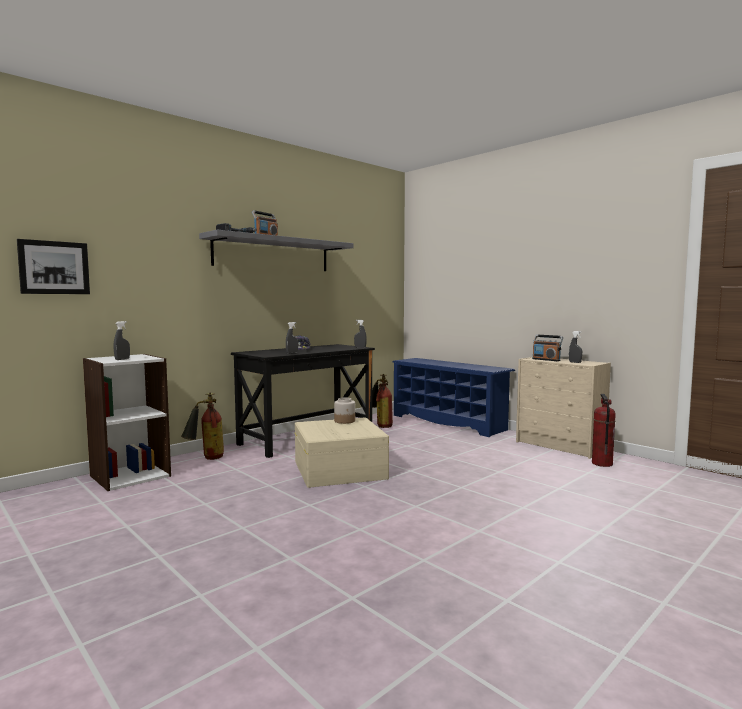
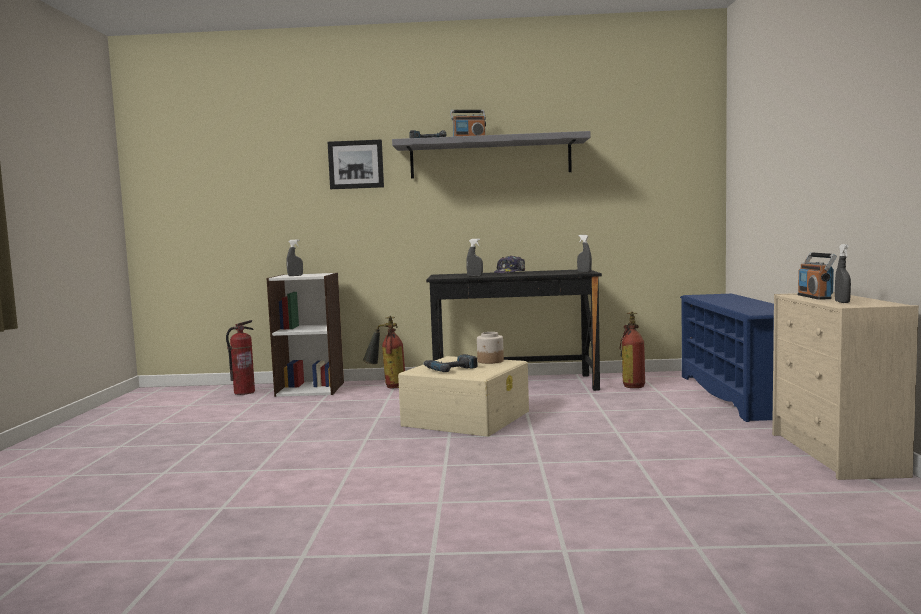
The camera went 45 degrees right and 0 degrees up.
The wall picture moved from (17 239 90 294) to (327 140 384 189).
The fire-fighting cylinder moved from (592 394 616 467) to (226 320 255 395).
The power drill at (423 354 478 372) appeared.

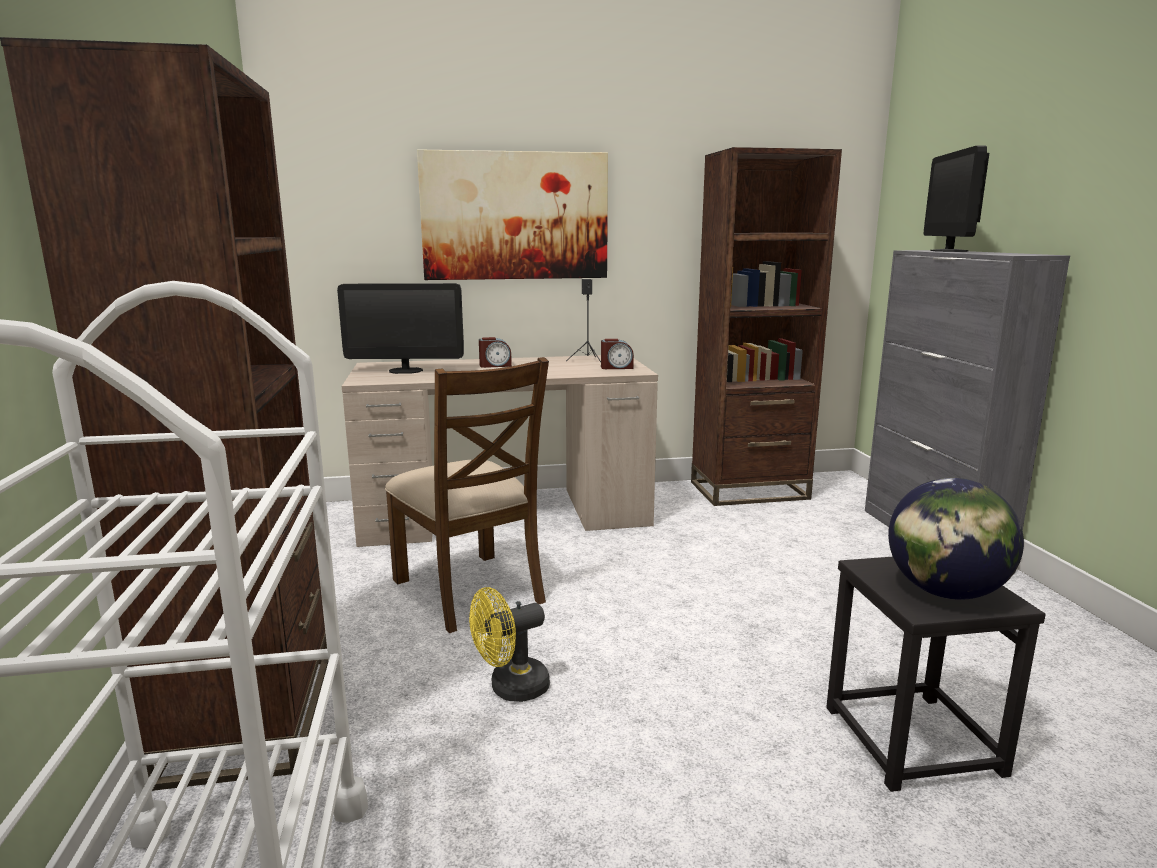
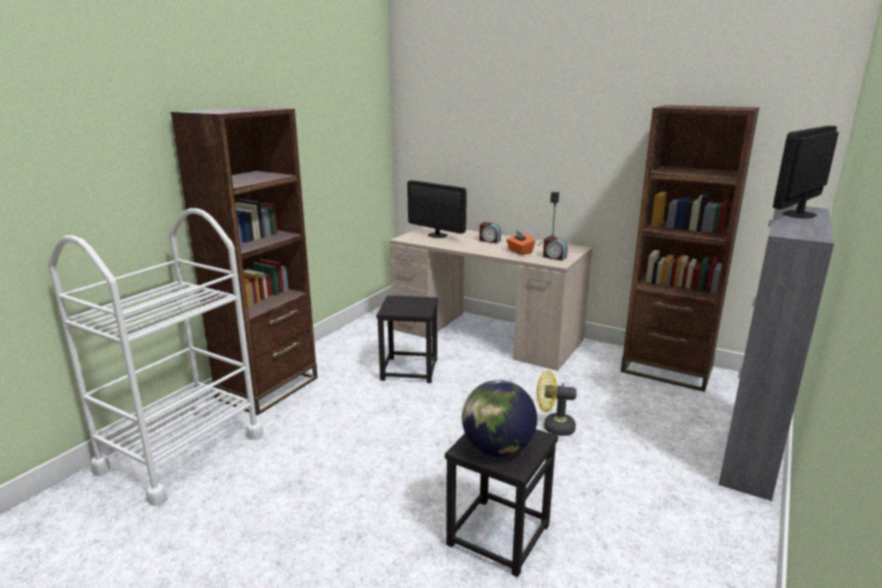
The camera went 40 degrees right and 5 degrees up.
The wall picture at (417 149 608 280) disappeared.
The plain chair (brown-coloured) at (385 357 549 633) was replaced by the sitting stool (black) at (376 296 438 383).
The cooling fan (yellowish) moved from (469 587 550 702) to (537 371 577 436).
The tissue holder (orange-coloured) at (506 231 535 255) appeared.

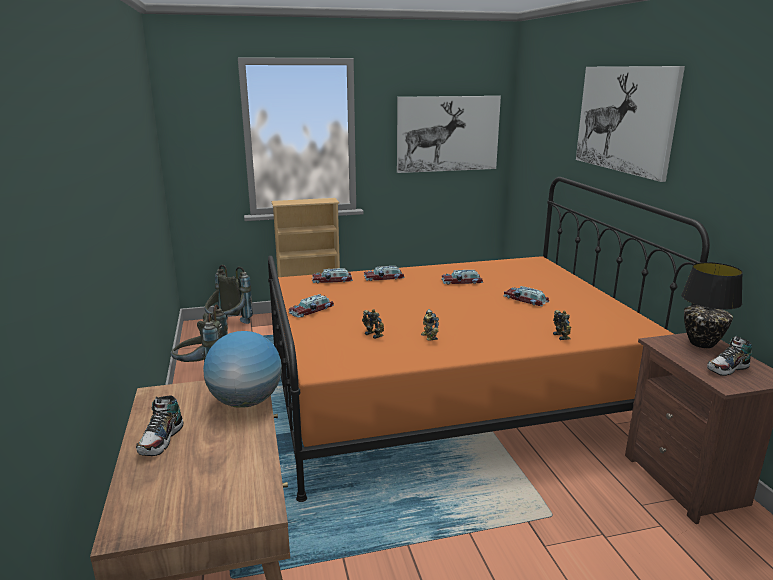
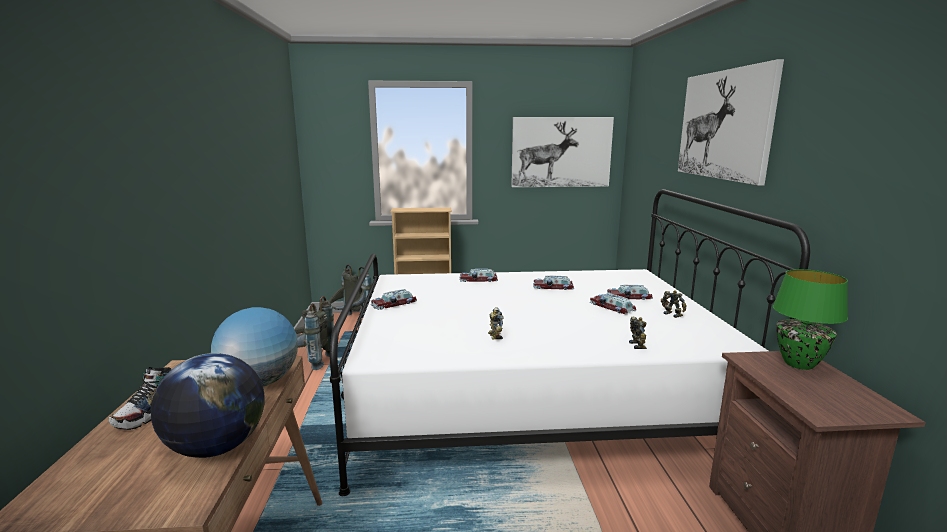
The camera went 10 degrees right and 5 degrees down.
The sleeping bed (orange-coloured) at (268 177 710 502) became the sleeping bed (whitish) at (330 189 810 496).
The table lamp (black) at (681 262 743 348) became the table lamp (greenish) at (773 269 848 370).
The toy car moved from (312 268 353 283) to (607 285 653 300).
The model robot moved from (362 309 384 339) to (661 290 687 318).
The shoe at (707 336 752 376) disappeared.
The globe at (151 353 265 458) appeared.

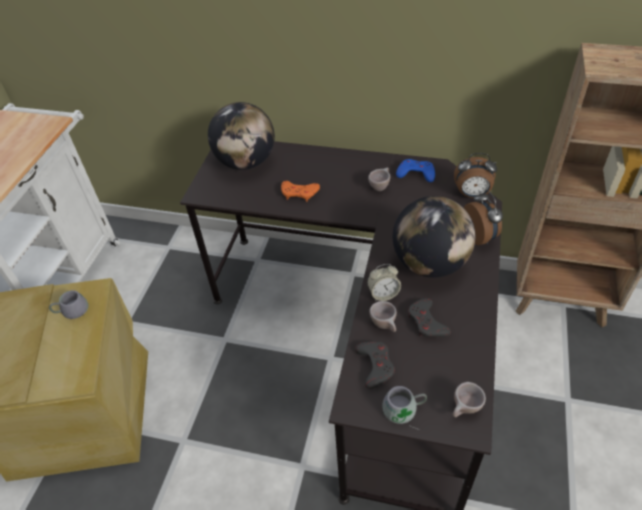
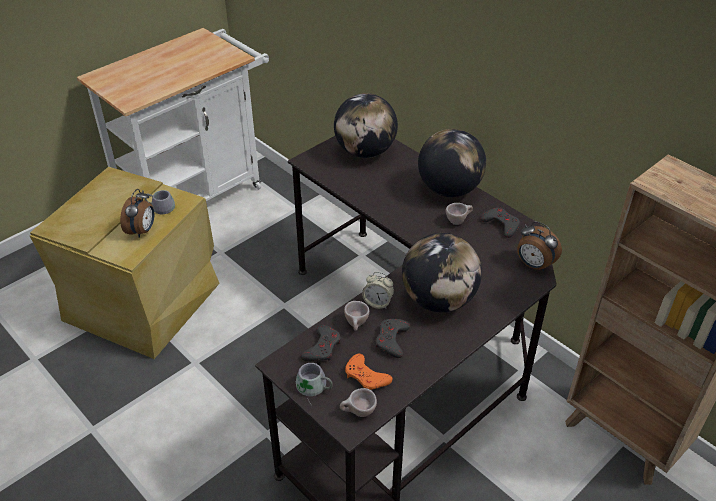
The camera went 30 degrees right and 5 degrees down.
The game controller (bluish) at (396 159 435 182) became the game controller (greyish) at (480 208 520 238).
The game controller (orange-coloured) moved from (281 181 320 202) to (345 354 392 390).
The alarm clock moved from (464 190 503 245) to (120 189 154 238).
The globe at (418 129 486 197) appeared.

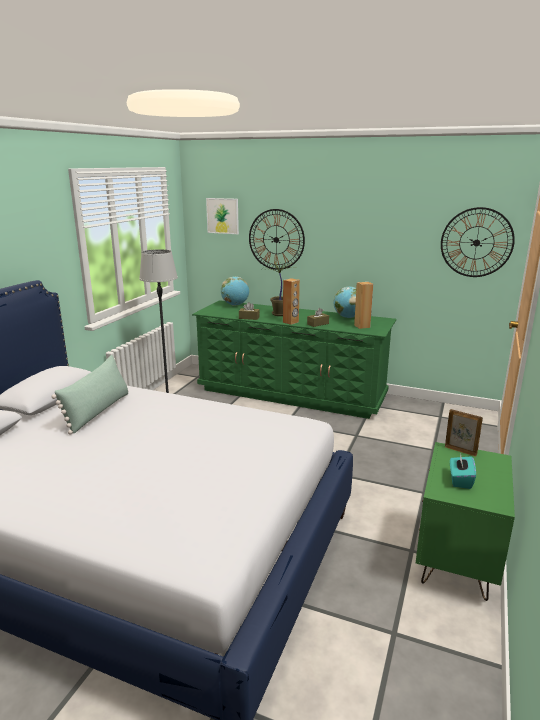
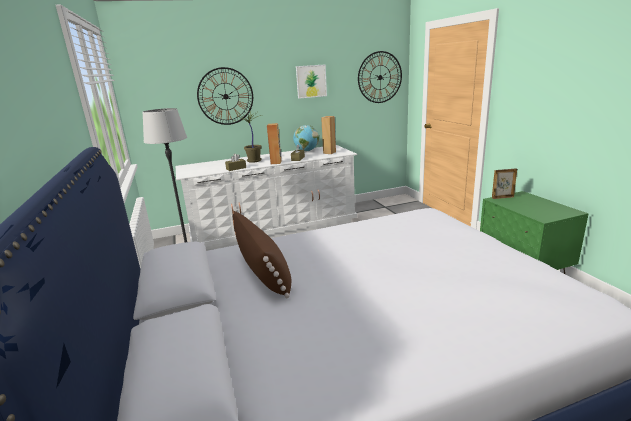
The camera went 40 degrees left and 0 degrees up.
The wall picture moved from (206 198 239 234) to (296 64 327 99).
The globe at (221 276 249 306) disappeared.
The dresser (greenish) at (192 300 396 419) became the dresser (whitish) at (176 145 357 251).
The cushion (greenish) at (51 355 129 435) became the cushion (brown-coloured) at (232 211 291 298).
The tissue holder (turquoise) at (450 453 476 489) disappeared.

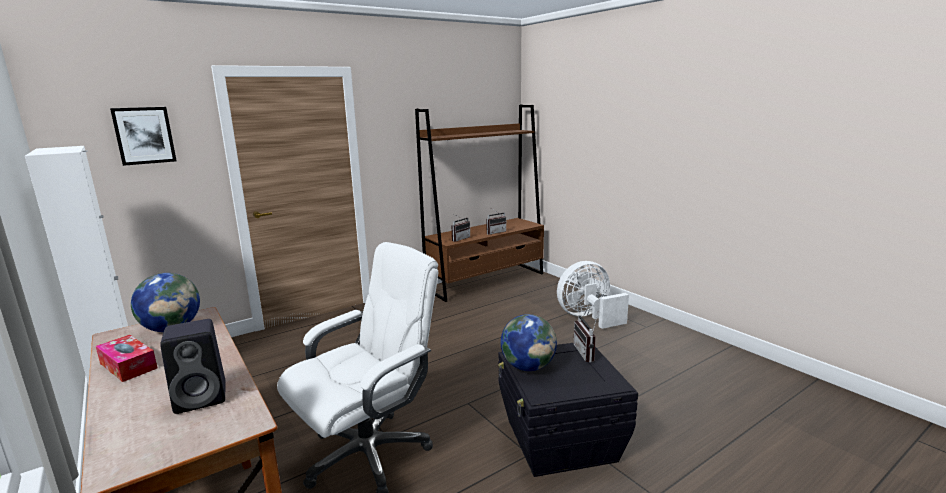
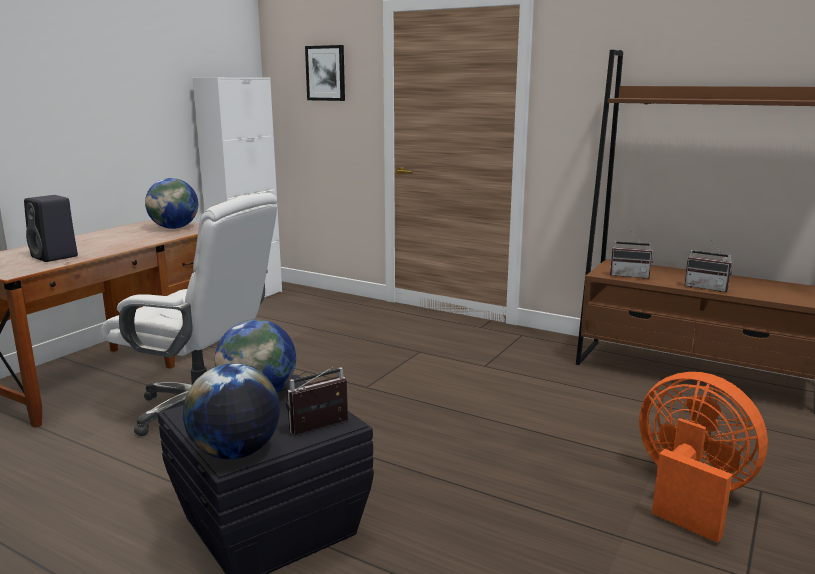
The camera went 65 degrees right and 0 degrees up.
The cooling fan (whitish) at (557 261 629 329) became the cooling fan (orange-coloured) at (639 372 768 543).
The tissue holder at (96 335 157 382) disappeared.
The globe at (183 363 280 459) appeared.

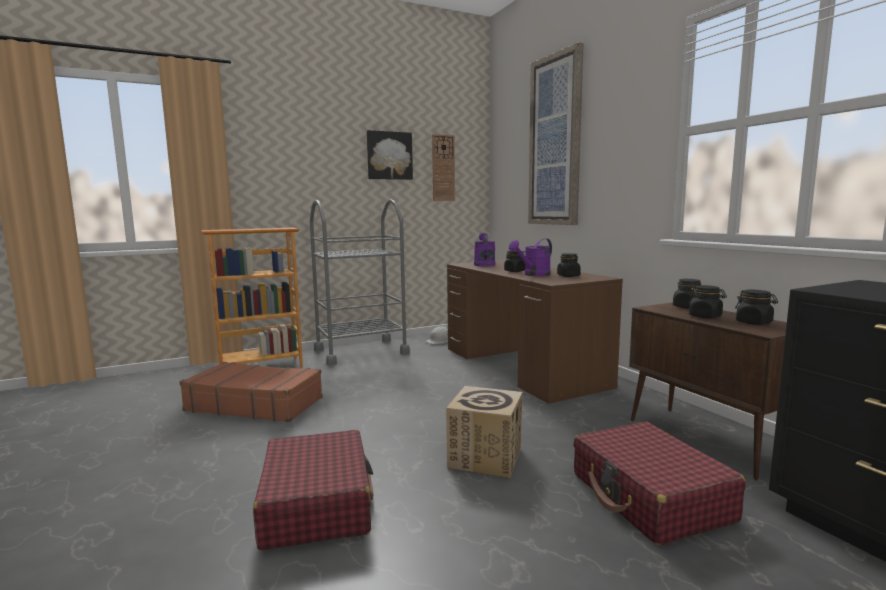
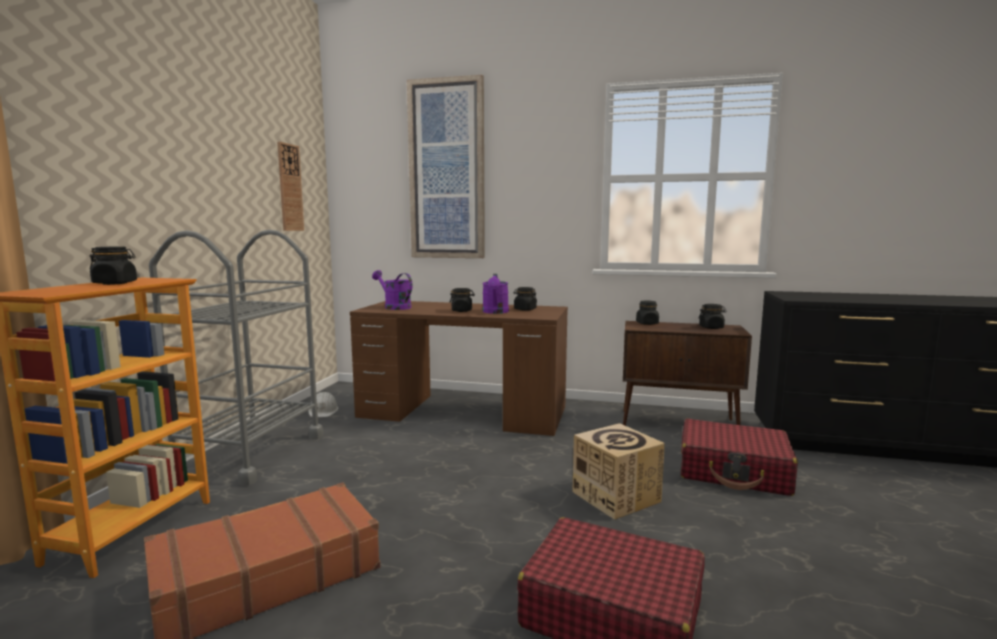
The camera went 50 degrees left and 0 degrees up.
The wall picture at (367 130 413 180) disappeared.
The preserve jar (black) moved from (688 285 727 318) to (90 247 137 285).

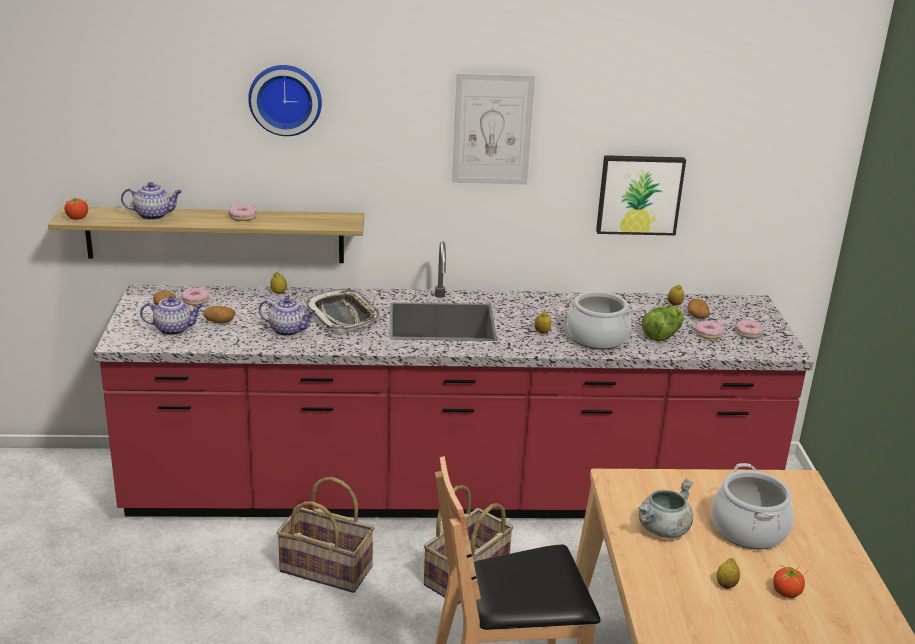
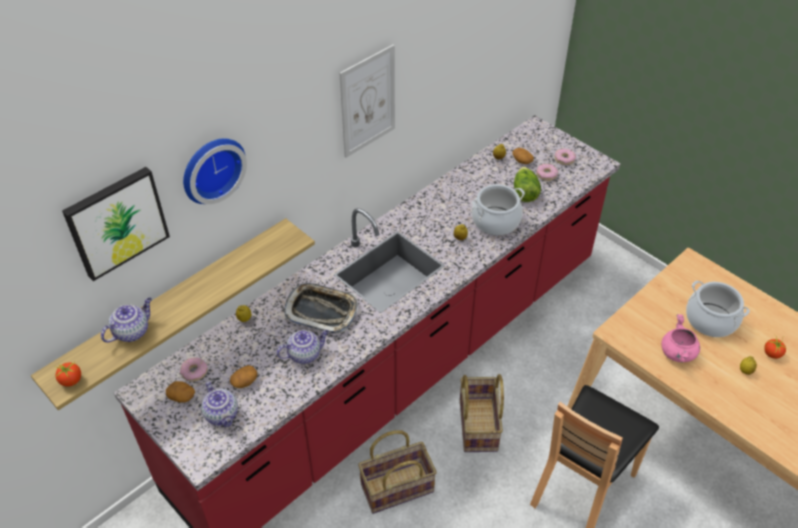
The camera went 40 degrees left and 20 degrees up.
The wall picture moved from (596 155 686 236) to (62 167 170 281).
The ring doughnut at (228 204 257 221) disappeared.
The tea pot at (140 296 203 335) turned 105 degrees clockwise.
The saucepot (greyish) at (638 479 693 538) became the saucepot (pink-coloured) at (661 314 700 362).

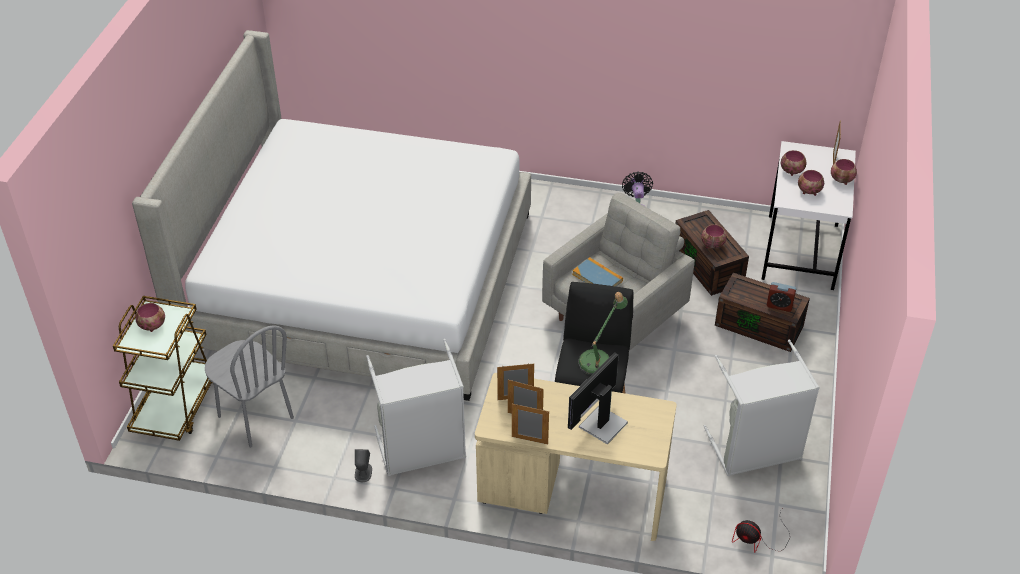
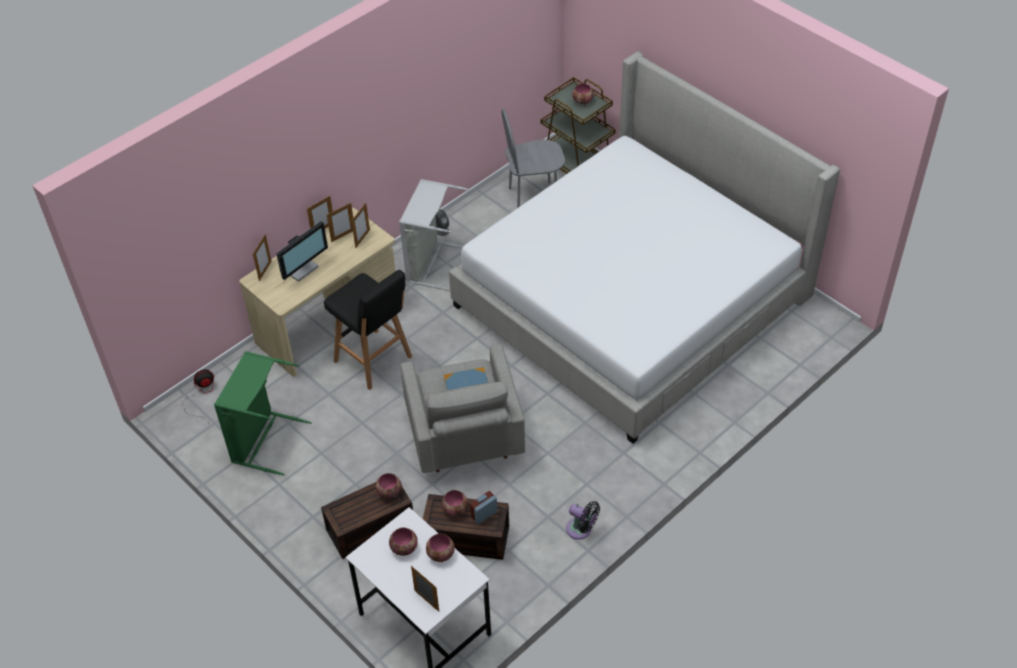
The camera went 125 degrees right and 5 degrees up.
The bowl moved from (831 159 857 185) to (375 473 402 500).
The alarm clock moved from (767 282 796 312) to (470 491 497 524).
The table lamp at (578 292 628 375) disappeared.
The hamper (greyish) at (703 340 820 476) became the hamper (greenish) at (214 351 312 476).
The computer display at (568 352 628 445) turned 60 degrees clockwise.
The standing frame at (253 234 271 281) appeared.

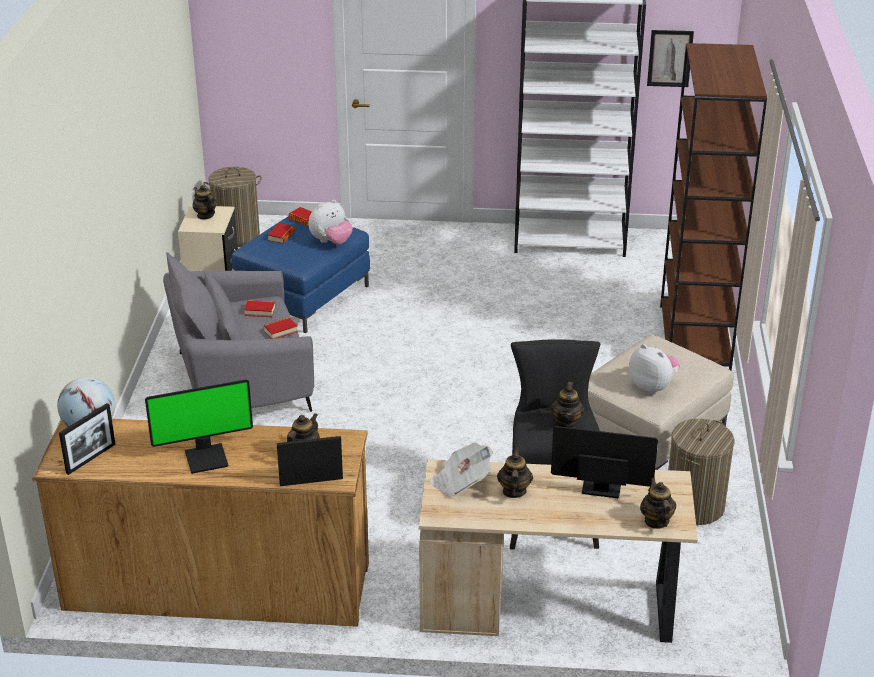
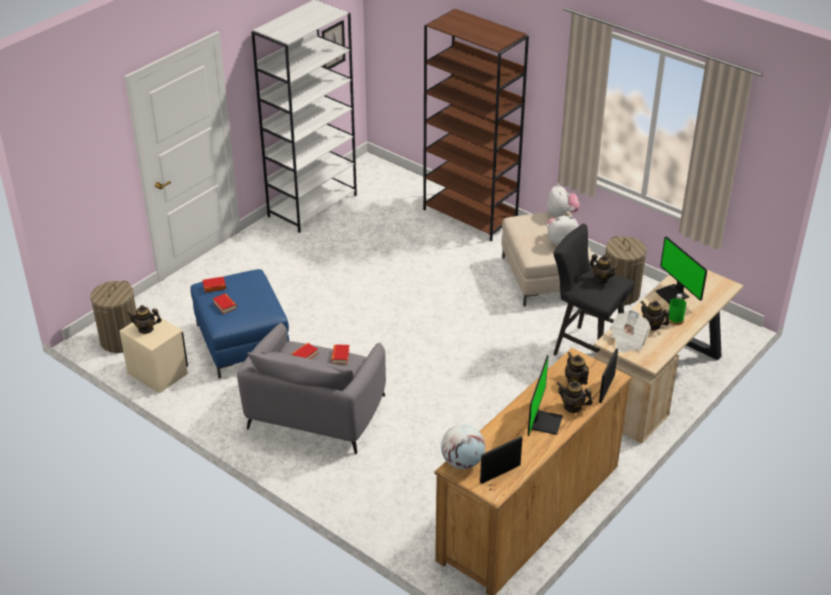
The camera went 55 degrees left and 5 degrees up.
The plush toy moved from (309 200 353 244) to (547 184 579 218).
The standing frame at (59 403 116 475) turned 105 degrees counterclockwise.
The computer display at (551 426 658 498) turned 75 degrees counterclockwise.
The tea pot moved from (640 478 676 529) to (557 380 593 413).
The drink bottle (greenish) at (669 294 686 325) appeared.

